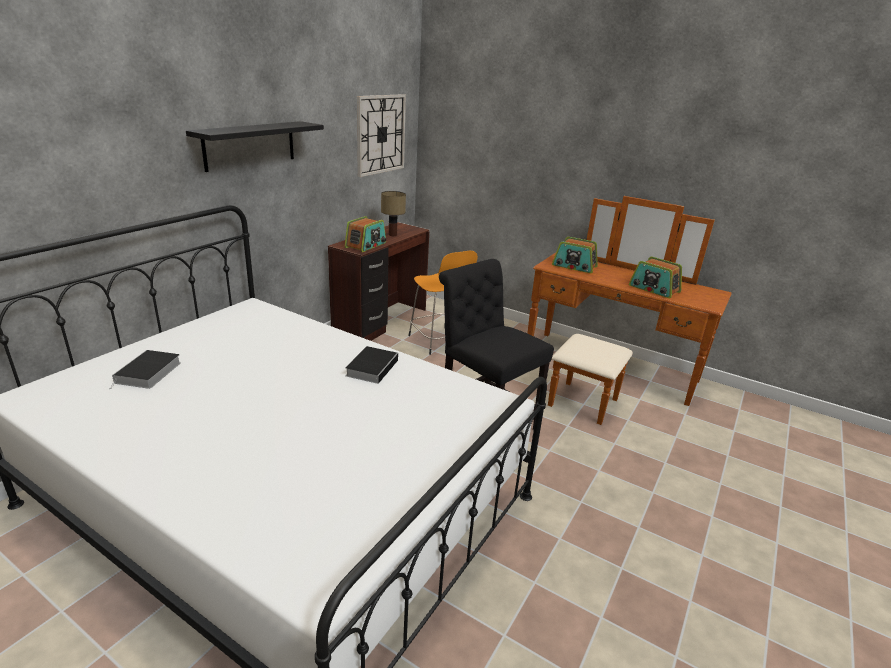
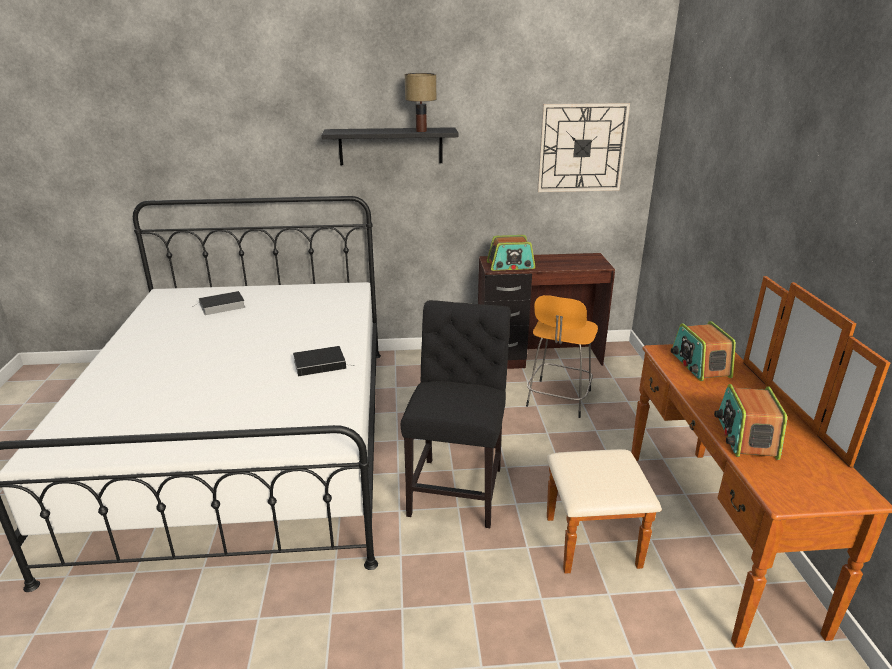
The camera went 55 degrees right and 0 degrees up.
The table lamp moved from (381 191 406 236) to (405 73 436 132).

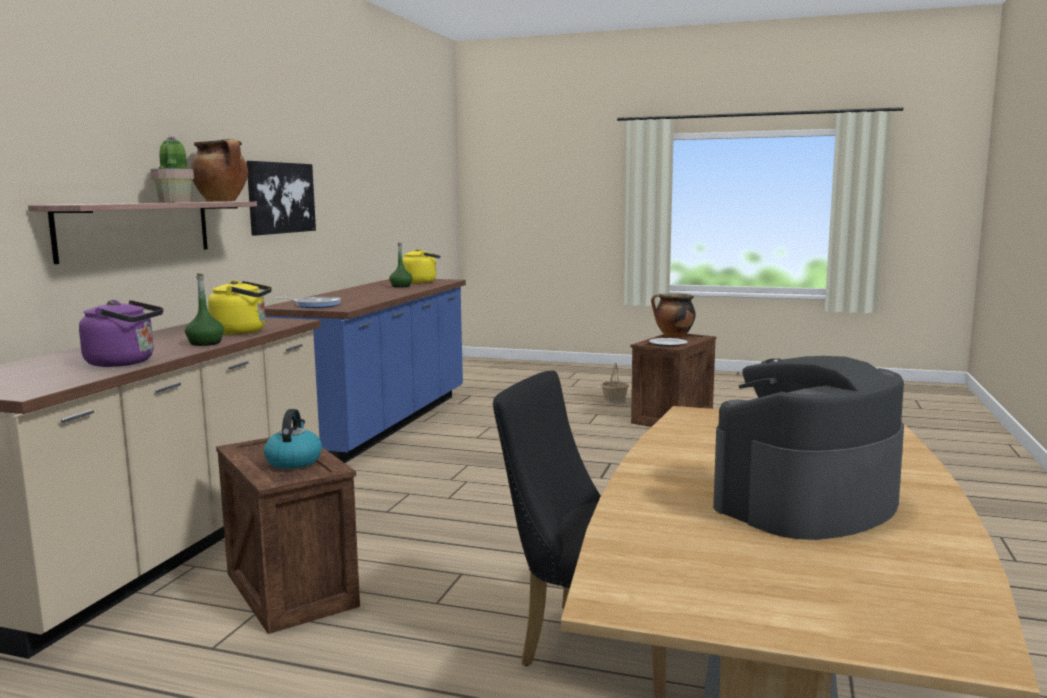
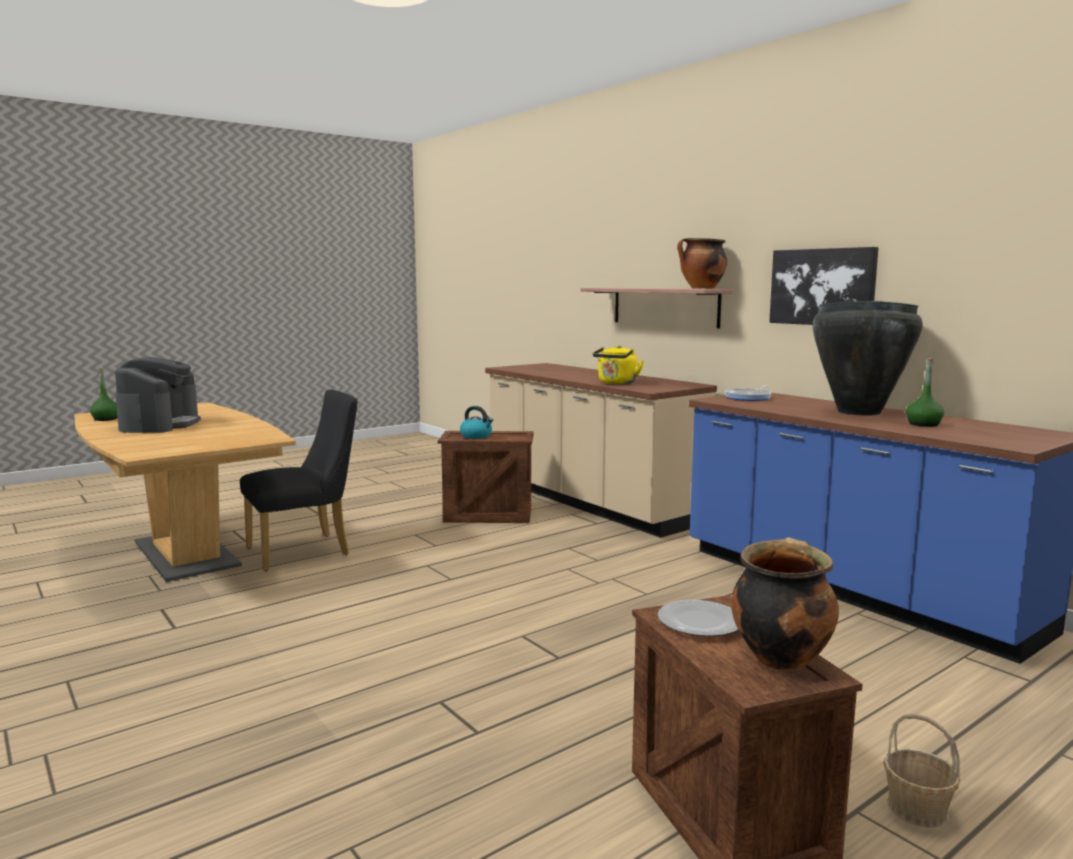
The camera went 125 degrees right and 0 degrees up.
The plant in a pot at (151 136 194 203) disappeared.
The water kettle (yellowish) at (402 249 440 283) disappeared.
The drink bottle (greenish) moved from (185 274 224 346) to (90 368 118 421).
The water kettle (purplish) at (79 300 163 367) disappeared.
The decorative vase (black) at (812 300 923 415) appeared.

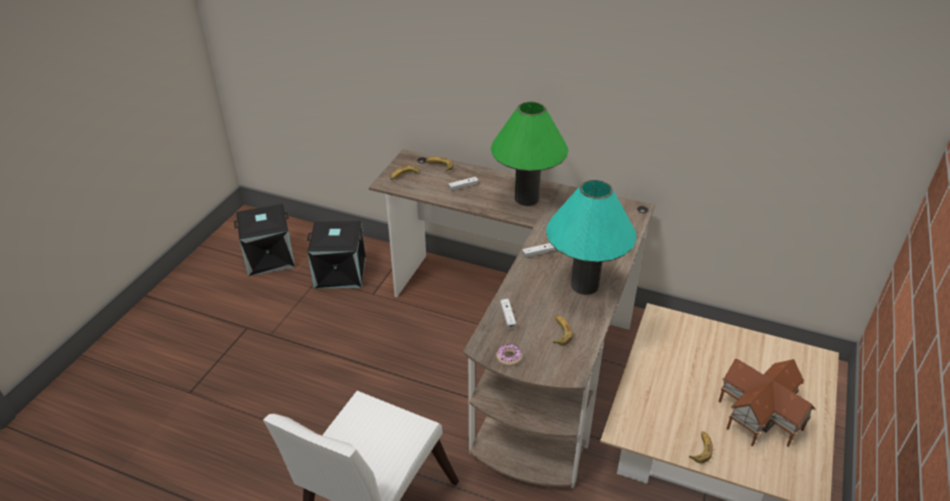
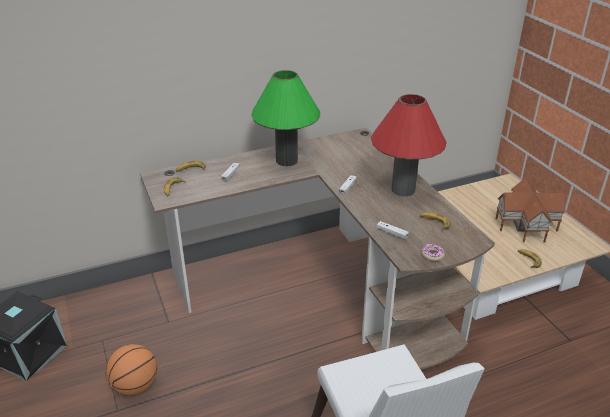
The camera went 45 degrees left and 5 degrees down.
The table lamp (turquoise) at (546 180 636 295) became the table lamp (red) at (371 94 447 196).
The storage box (black) at (307 221 366 288) disappeared.
The basketball ball at (105 344 157 396) appeared.

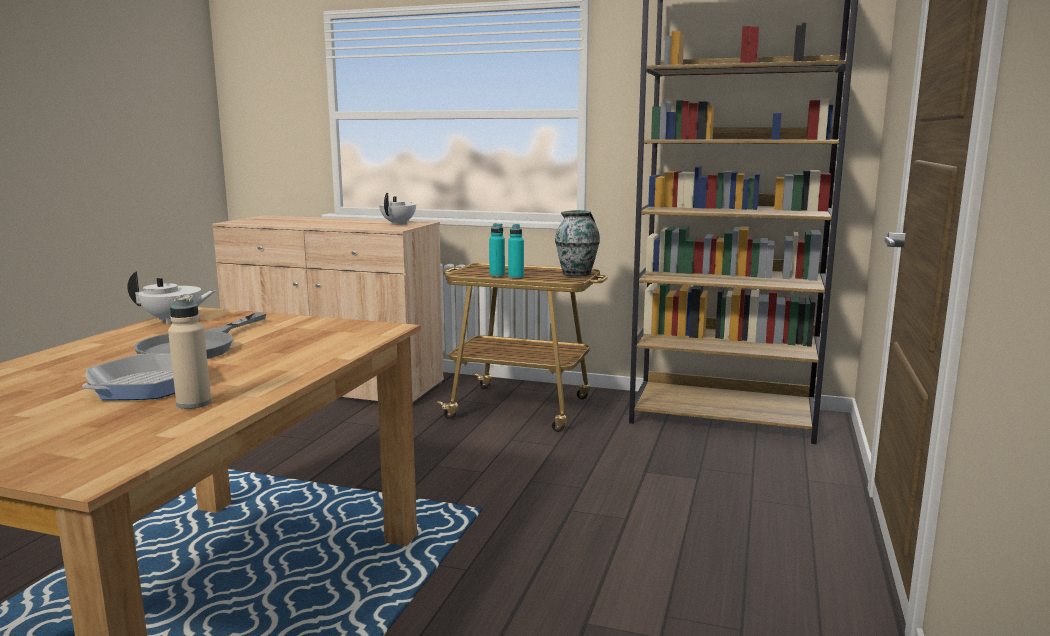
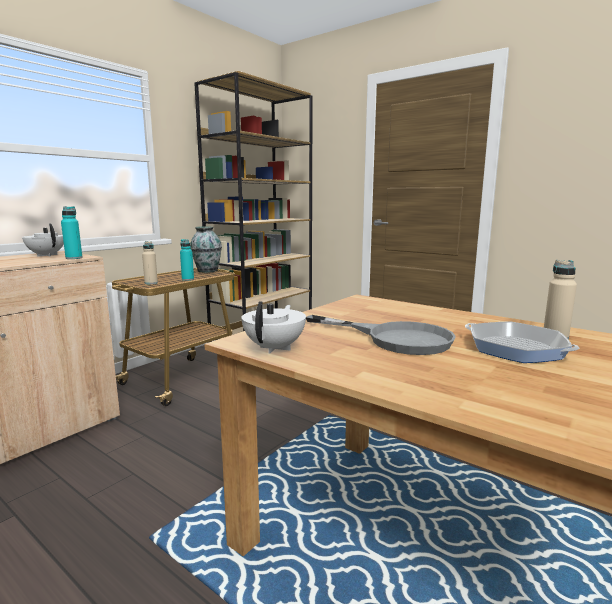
The camera went 70 degrees left and 0 degrees up.
The drink bottle (turquoise) moved from (489 223 505 277) to (61 206 83 259).
The drink bottle (beige) at (142 241 158 284) appeared.

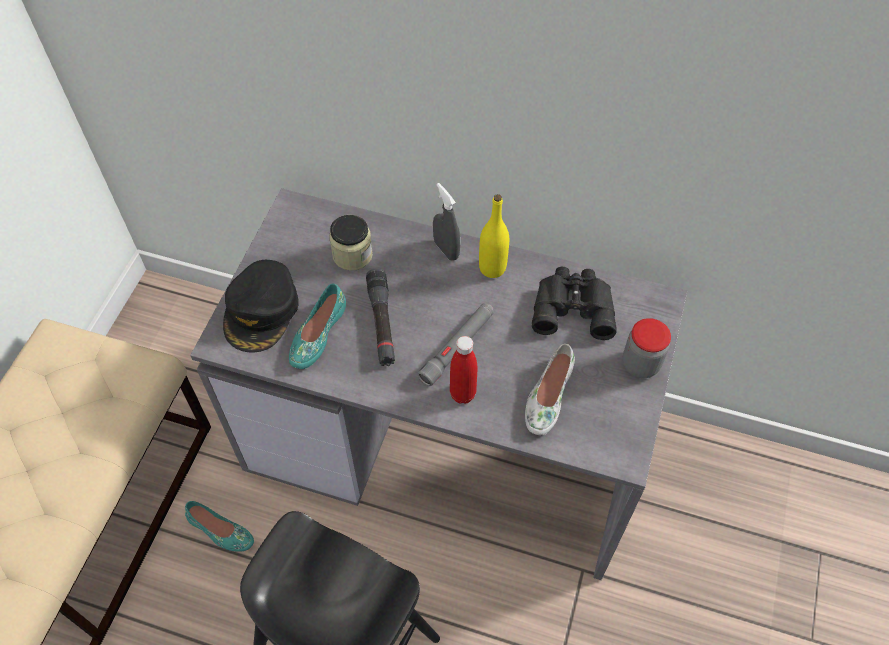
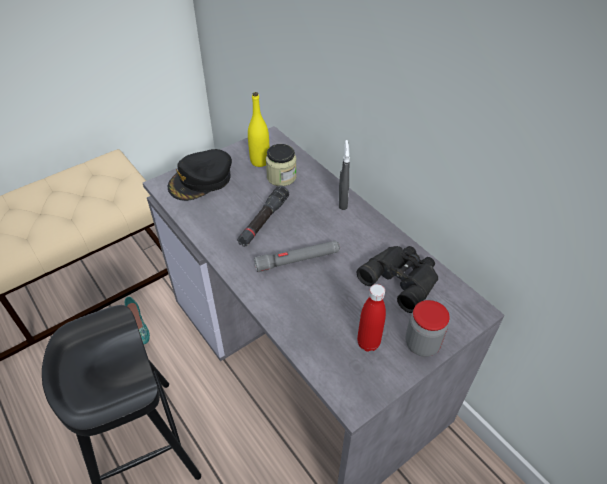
The camera went 35 degrees right and 10 degrees down.
The drink bottle (yellowish) moved from (479 194 509 278) to (248 92 270 167).
The shoe (turquoise) at (289 284 346 369) disappeared.
The drink bottle (red) moved from (450 336 478 404) to (357 284 386 352).
The shoe (whitish) at (525 344 575 435) disappeared.

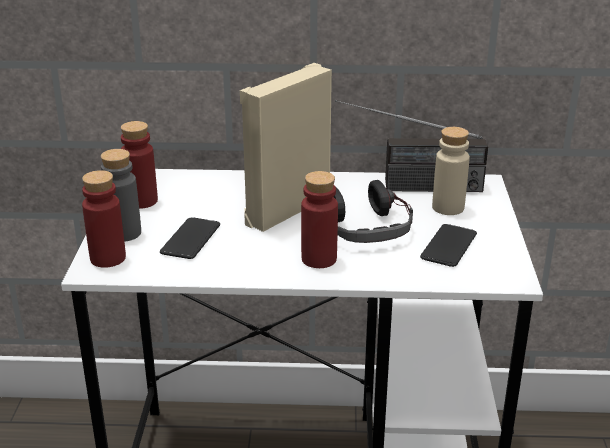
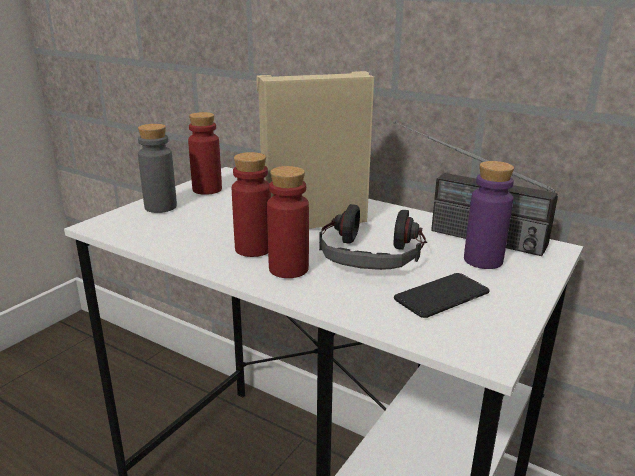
The camera went 30 degrees right and 5 degrees down.
The drink bottle (beige) at (432 127 470 215) became the drink bottle (purplish) at (464 161 514 269).
The drink bottle (red) moved from (82 170 126 268) to (232 152 271 257).
The phone at (160 217 220 259) disappeared.

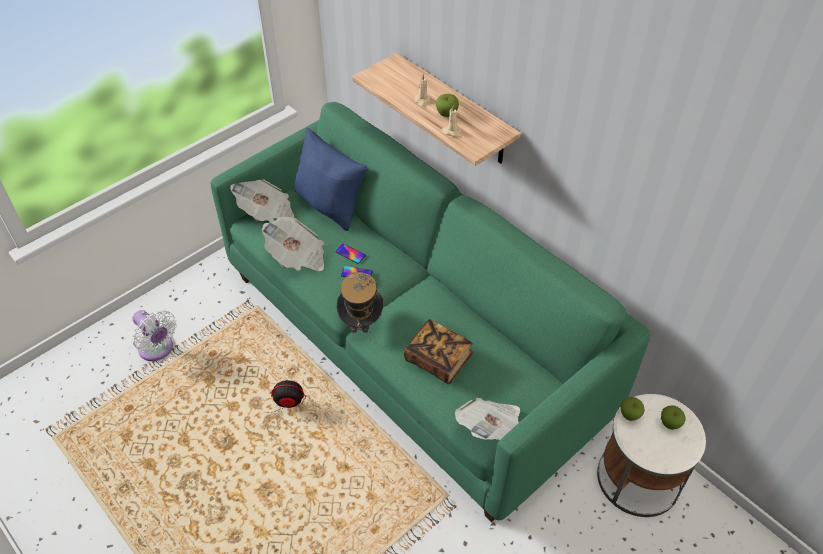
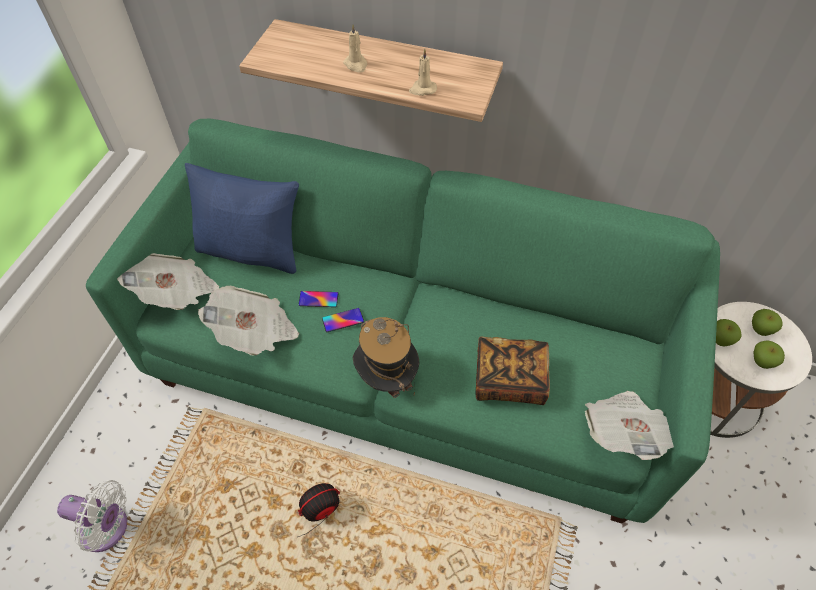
The camera went 30 degrees left and 5 degrees up.
The apple fruit moved from (436 94 459 117) to (753 340 785 369).

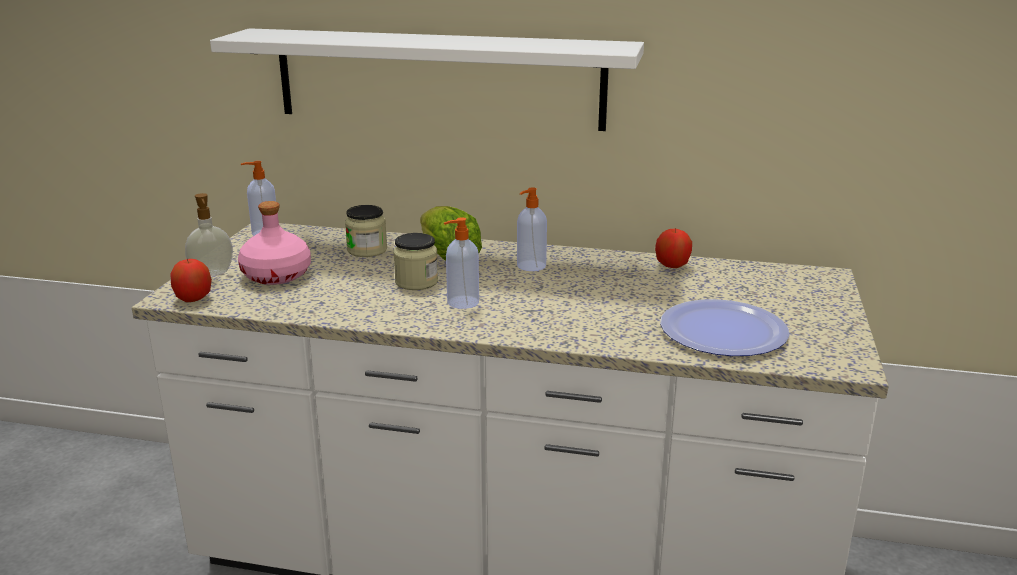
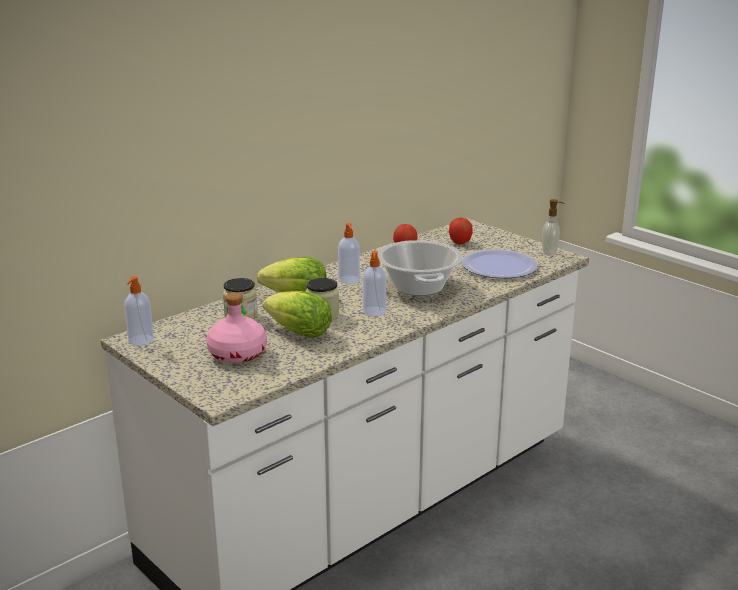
The camera went 55 degrees left and 0 degrees up.
The shelf (whitish) at (210 28 644 131) disappeared.
The soap bottle moved from (185 193 233 276) to (542 199 565 256).
The apple fruit moved from (170 259 212 302) to (449 218 473 245).
The saucepot at (378 240 463 296) appeared.
The lettuce head at (263 291 332 338) appeared.

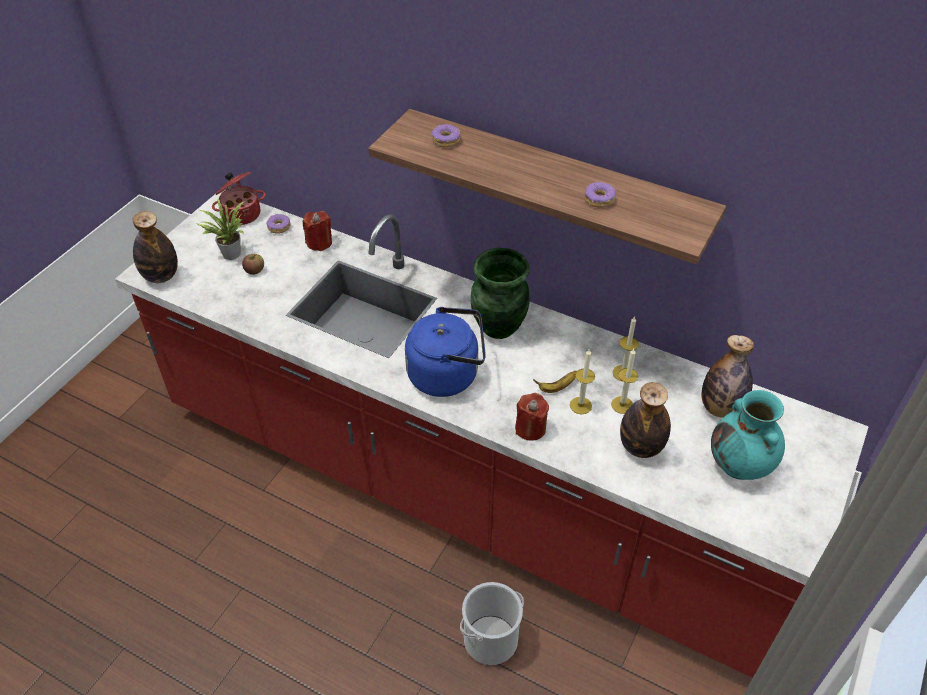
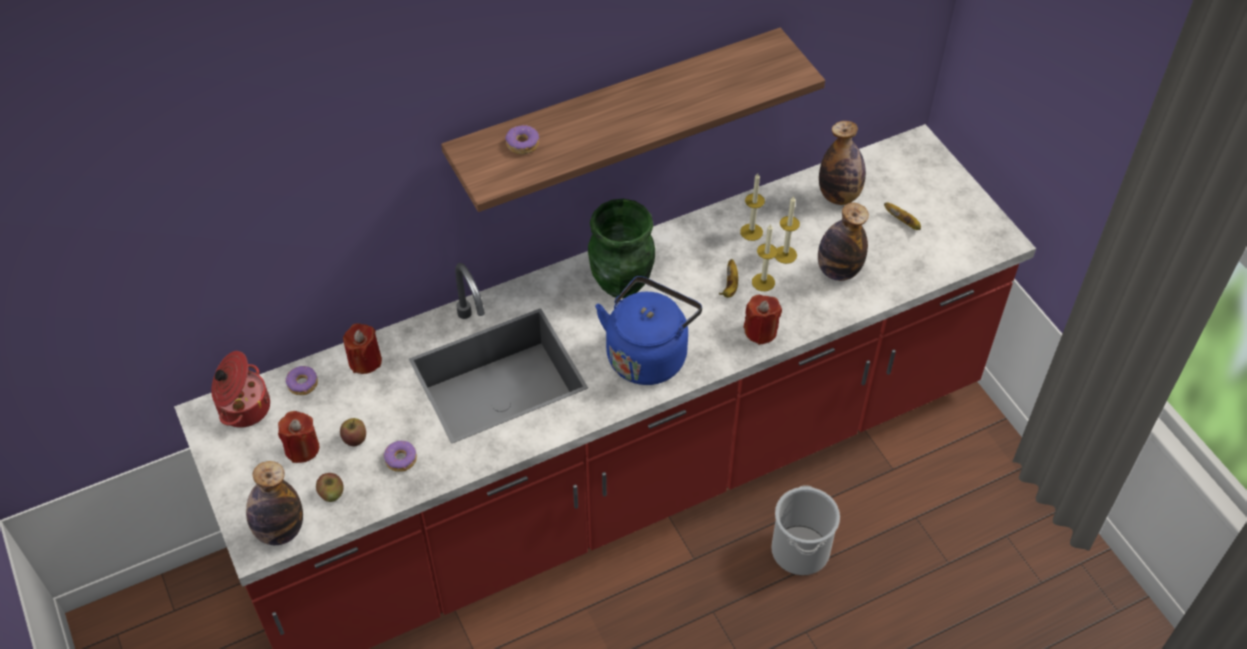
The camera went 55 degrees left and 5 degrees up.
The ring doughnut moved from (584 182 616 208) to (383 441 417 472).
The plant in a pot at (196 199 245 260) was replaced by the candle (red) at (278 411 319 463).
The decorative vase (turquoise) at (711 390 785 480) was replaced by the whole banana at (884 202 921 230).
The apple fruit at (316 473 344 502) appeared.

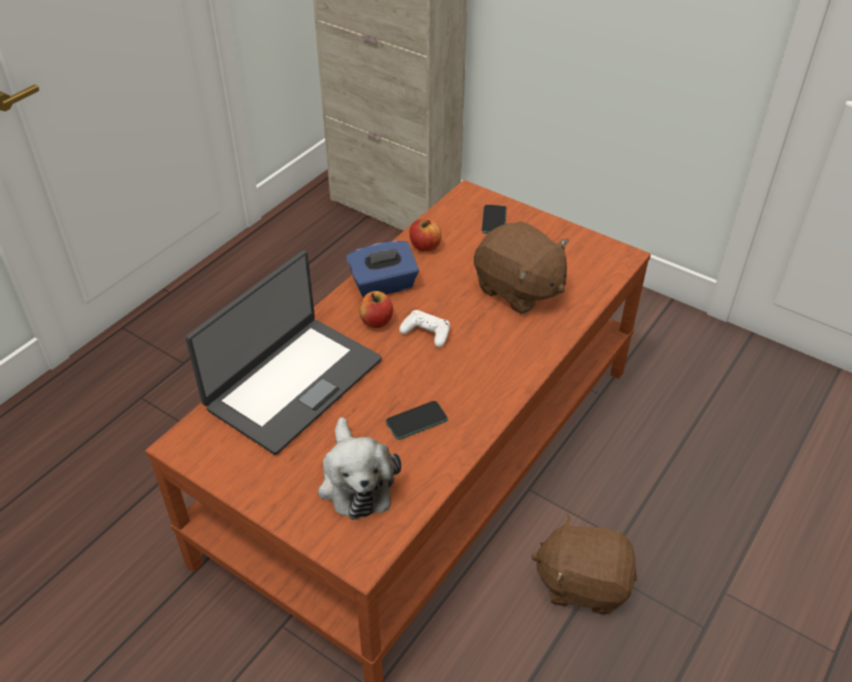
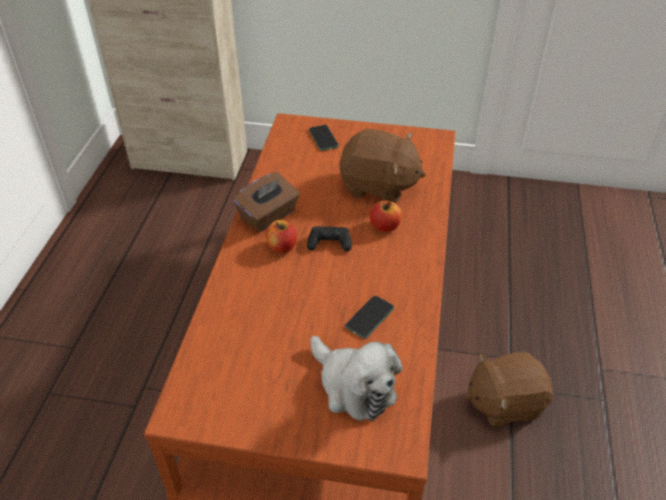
The camera went 25 degrees left and 0 degrees up.
The apple fruit moved from (409 219 441 252) to (370 201 402 232).
The tissue holder (bluish) at (346 241 419 297) became the tissue holder (brown-coloured) at (233 172 300 232).
The laptop at (185 250 382 455) disappeared.
The game controller (whitish) at (399 310 450 347) became the game controller (black) at (307 226 352 252).

